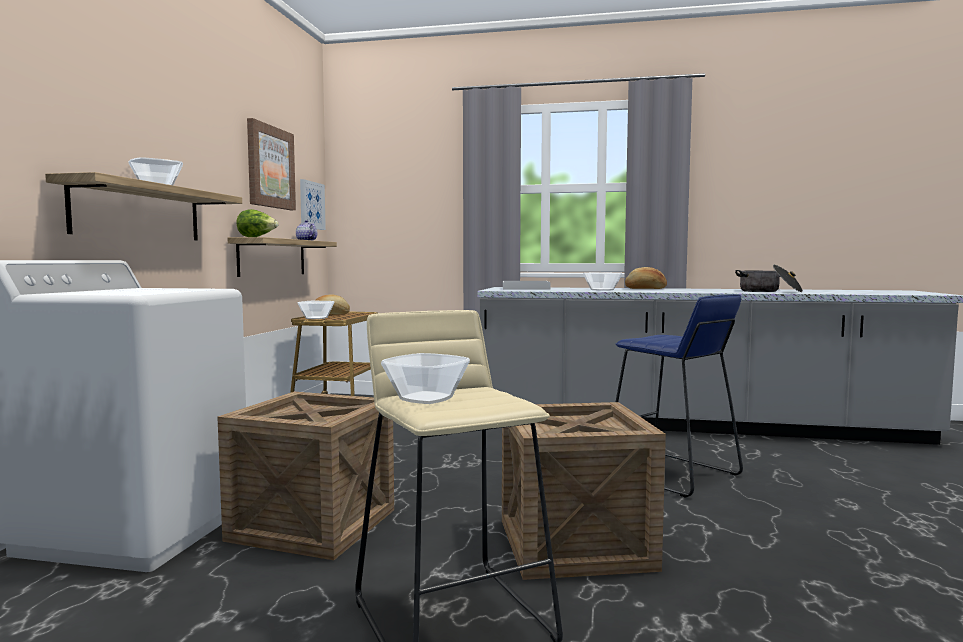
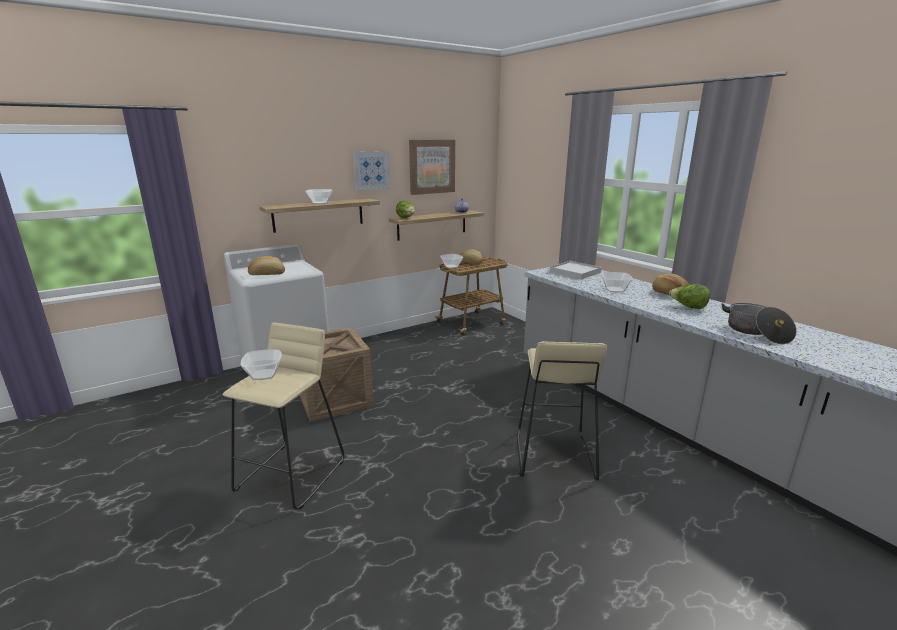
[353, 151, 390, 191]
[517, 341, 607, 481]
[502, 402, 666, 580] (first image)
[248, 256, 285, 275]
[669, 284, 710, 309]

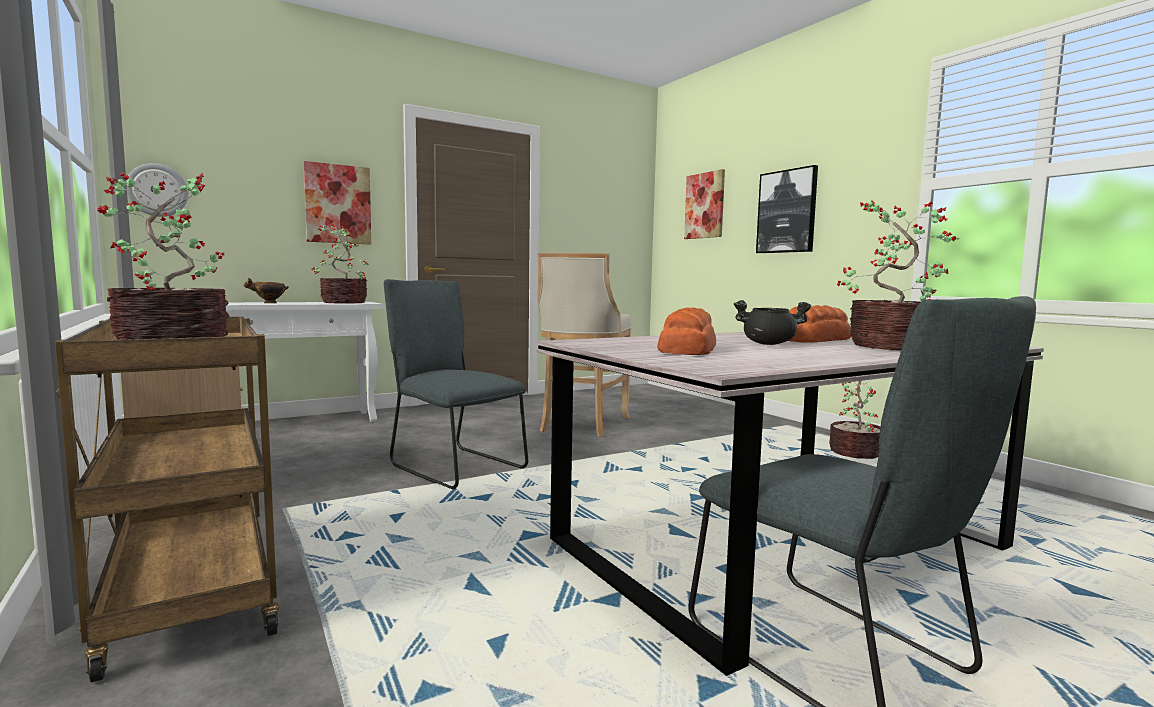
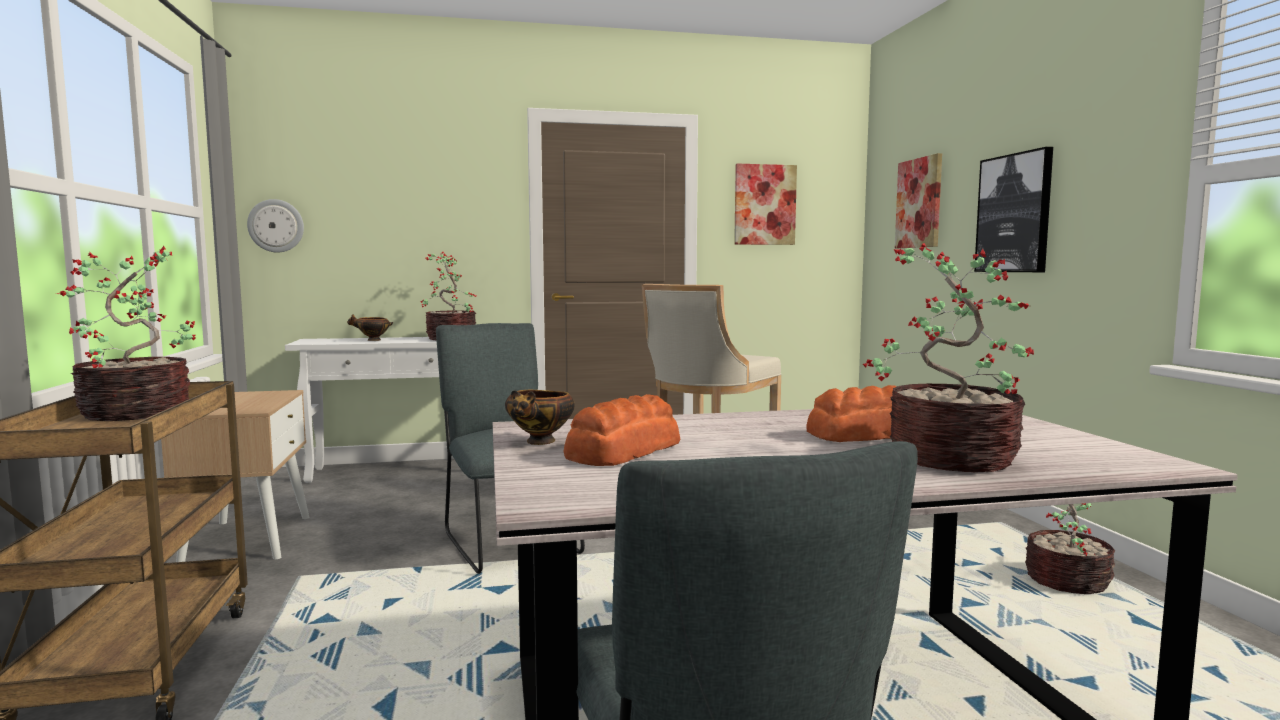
[734, 164, 797, 245]
[734, 300, 812, 345] (first image)
[505, 390, 575, 445]

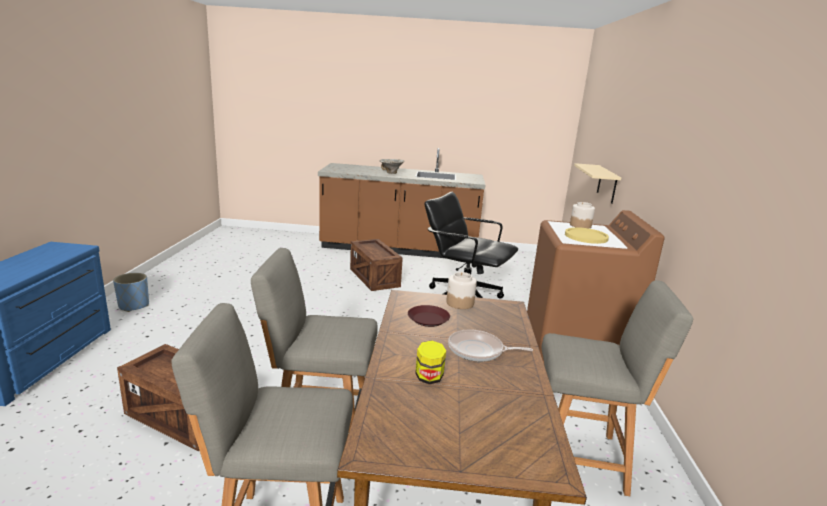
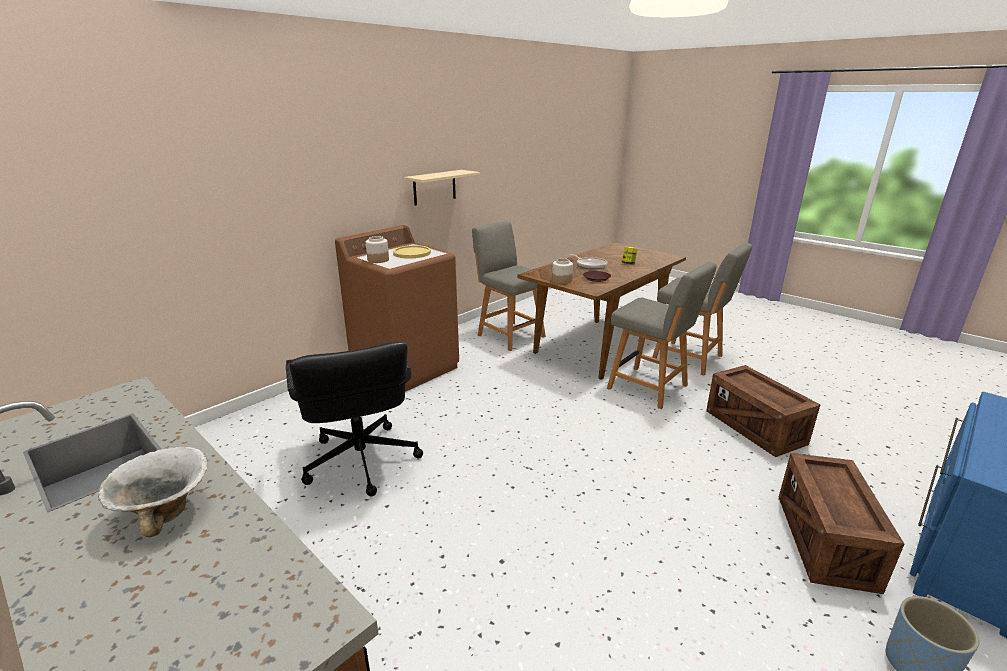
[404, 170, 480, 206]
[779, 453, 904, 594]

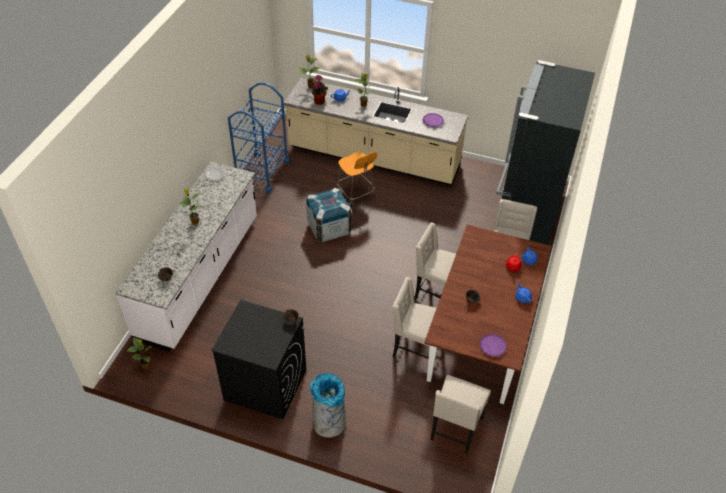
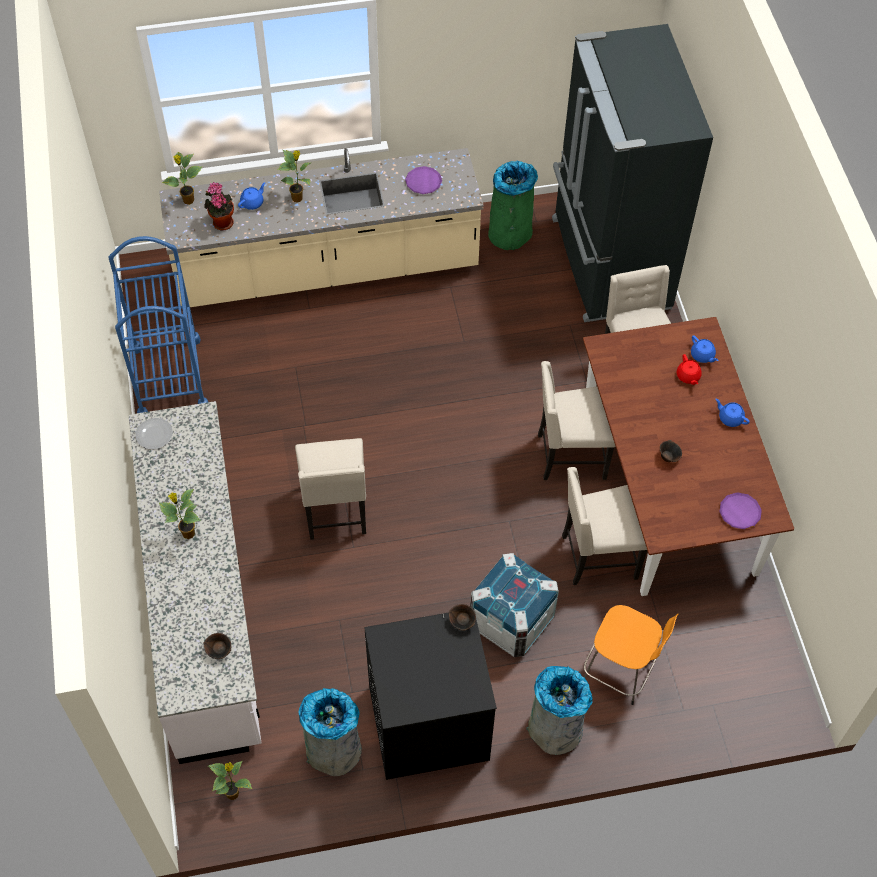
[584, 605, 678, 705]
[470, 553, 559, 657]
[295, 438, 366, 540]
[488, 161, 538, 250]
[299, 688, 362, 776]

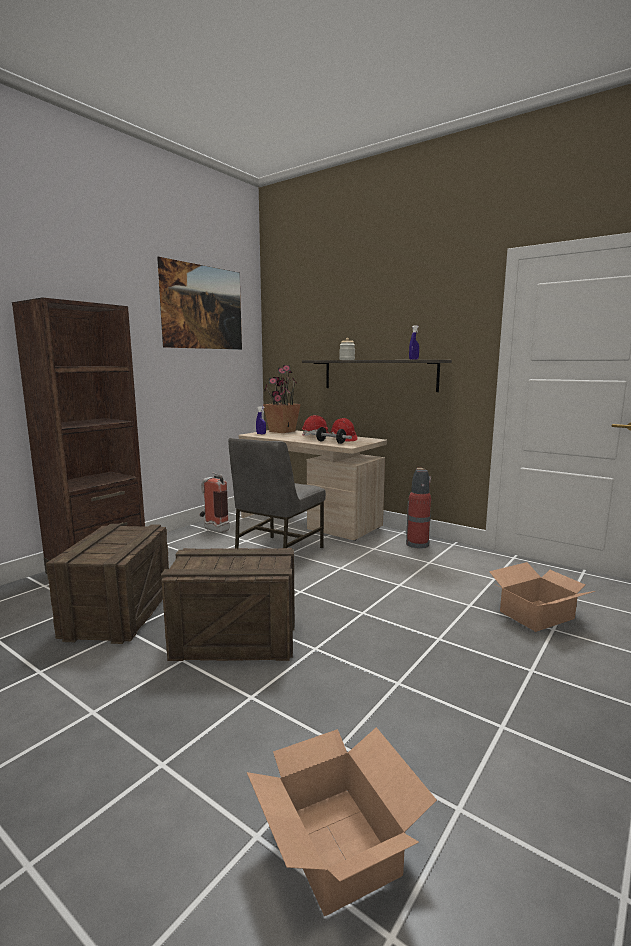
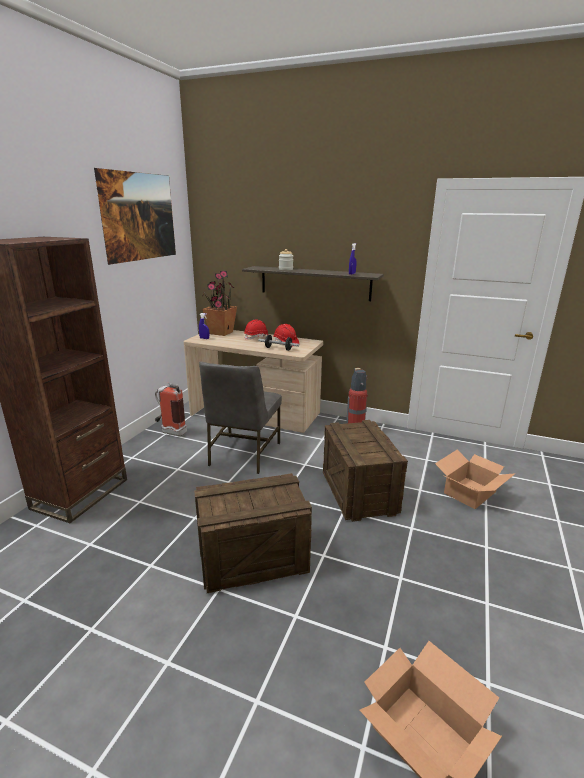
[323, 420, 408, 522]

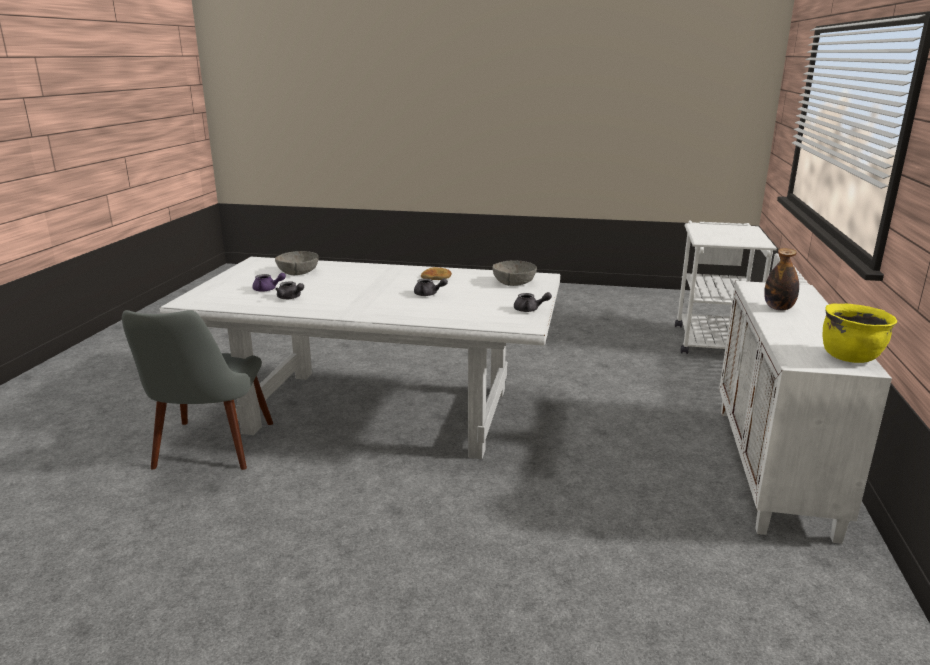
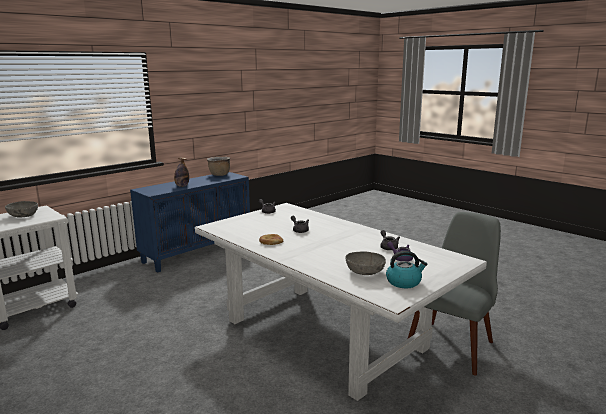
[5, 201, 38, 217]
[130, 172, 250, 273]
[207, 157, 230, 176]
[386, 251, 427, 288]

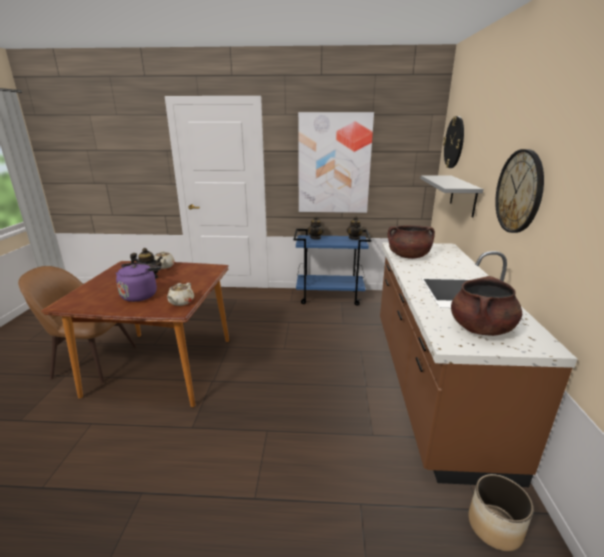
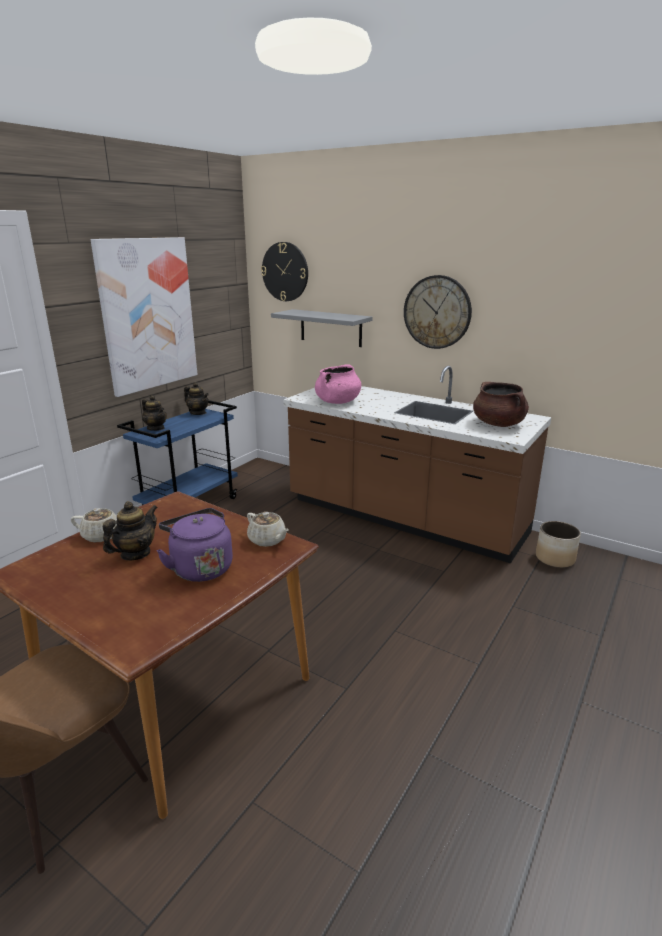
[315, 364, 361, 404]

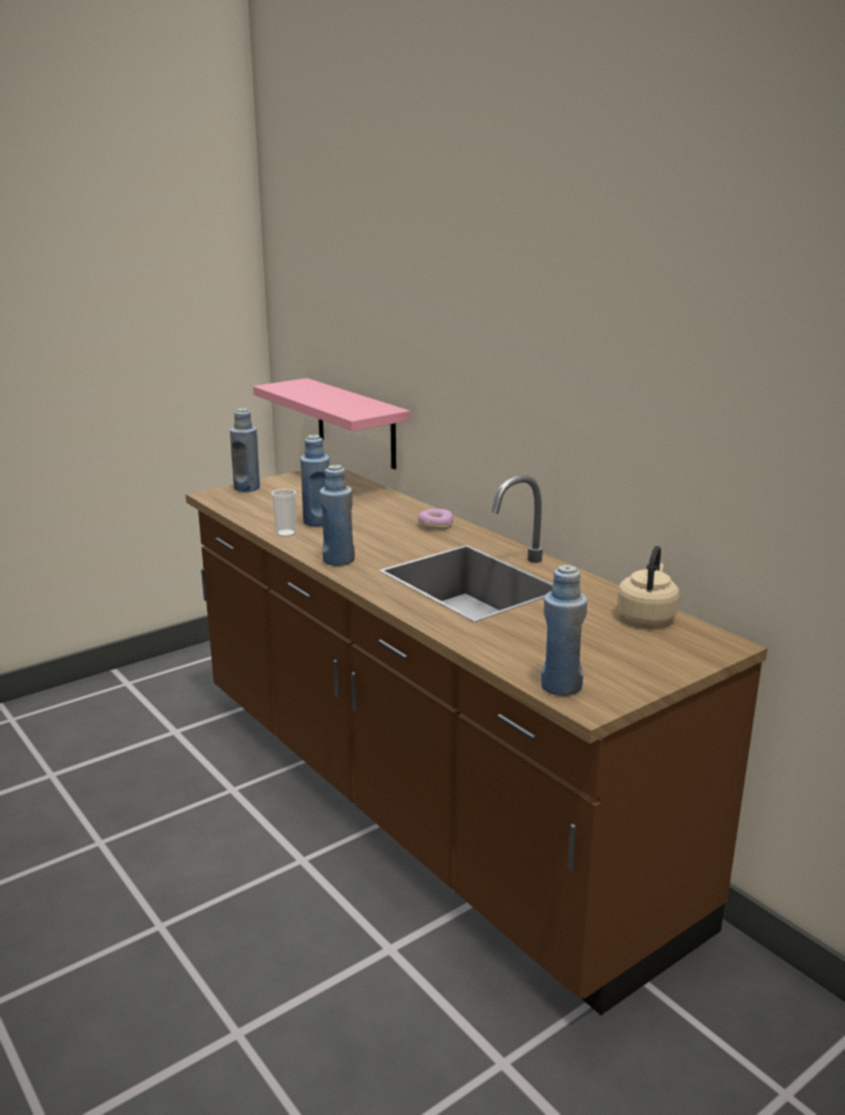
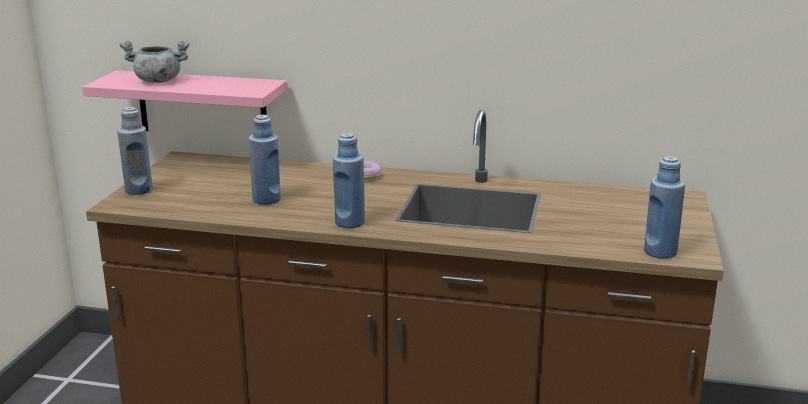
[271, 489, 296, 537] (first image)
[617, 546, 680, 625] (first image)
[119, 41, 190, 83]

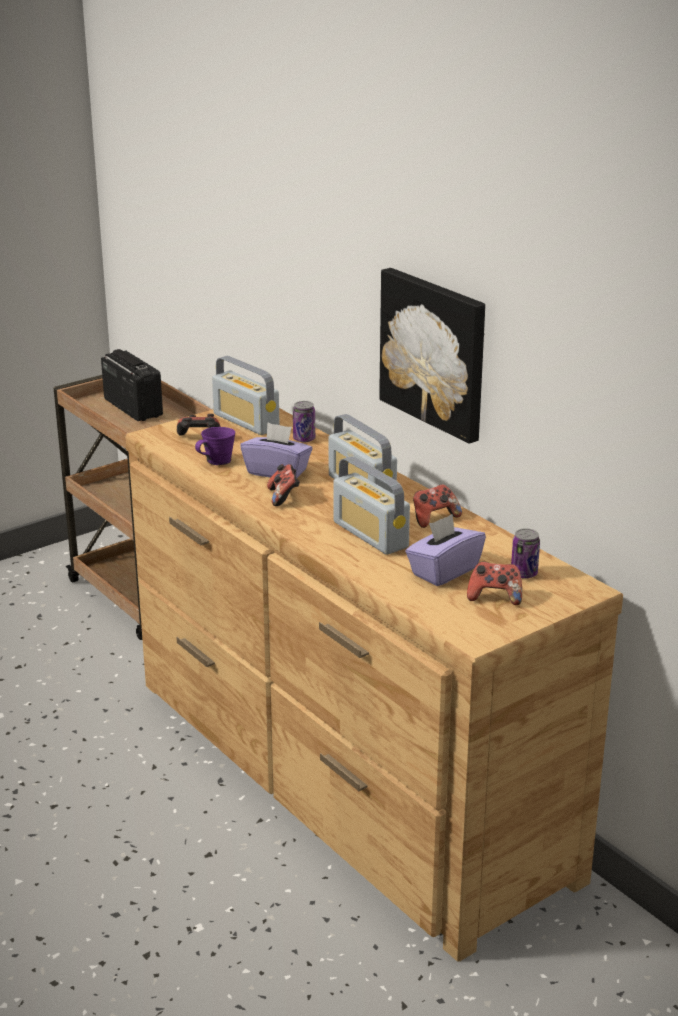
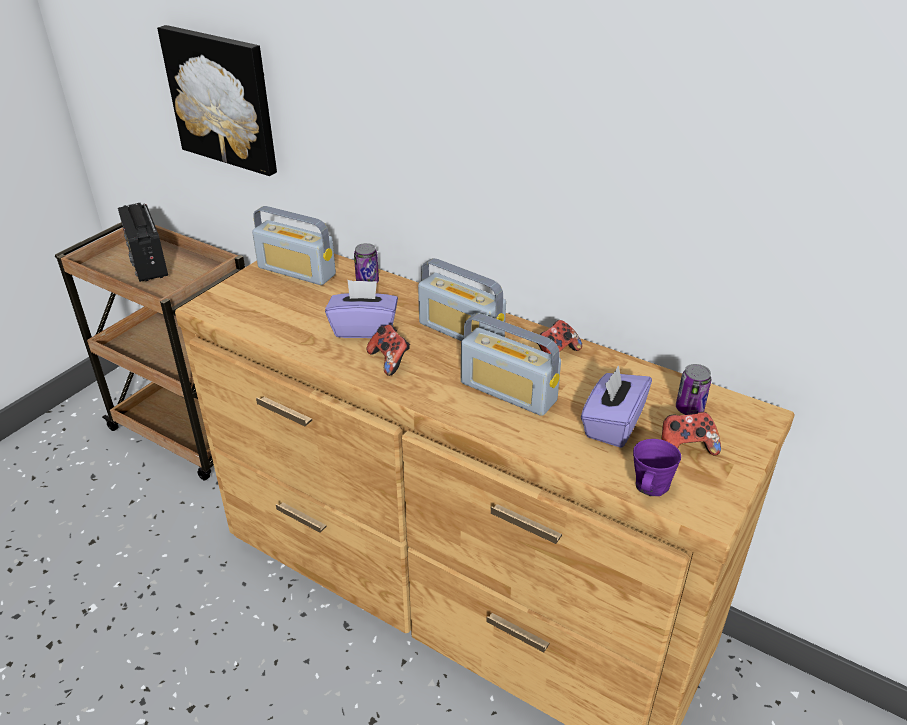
[157, 25, 277, 176]
[118, 203, 168, 282]
[177, 414, 220, 436] (first image)
[633, 439, 681, 496]

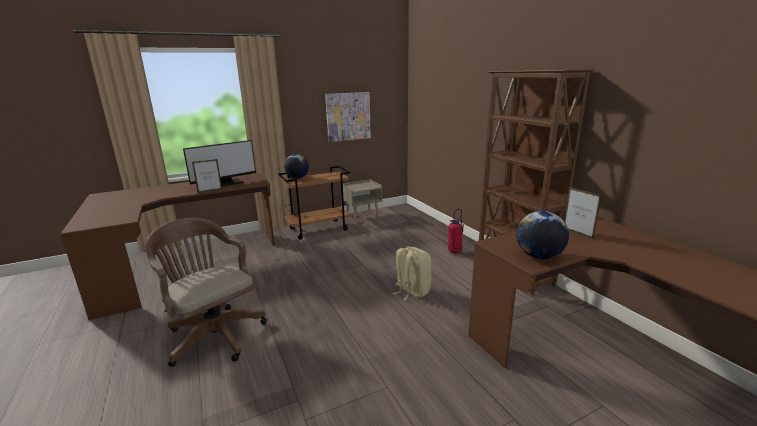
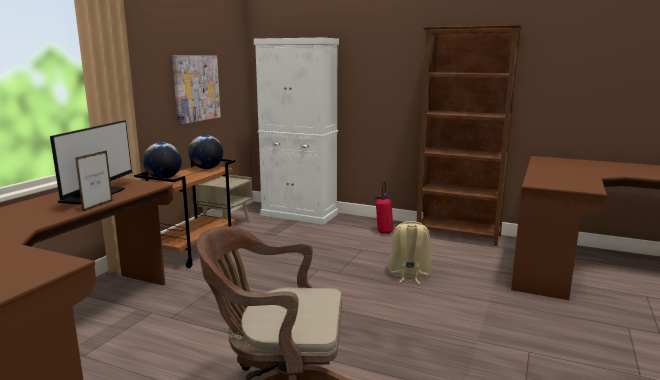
[564, 187, 602, 239] (first image)
[188, 135, 223, 169]
[254, 38, 339, 225]

